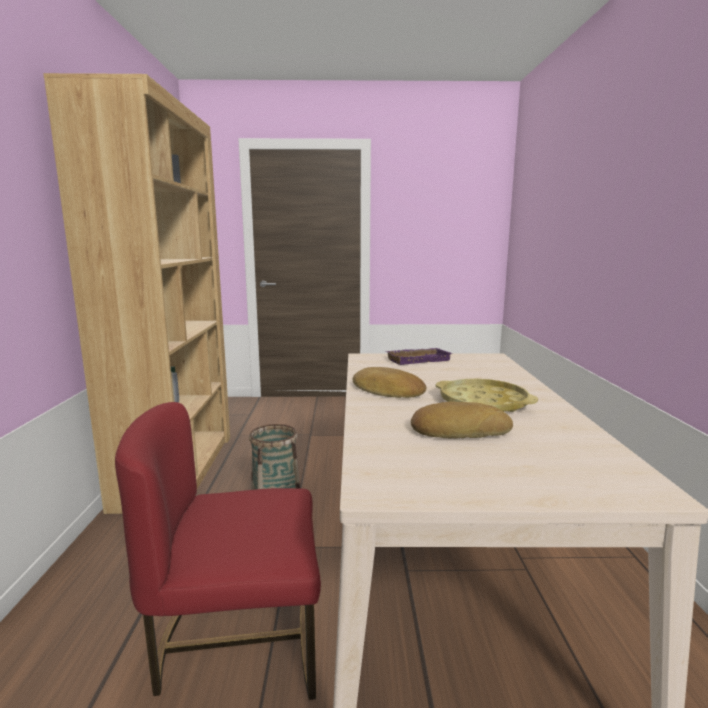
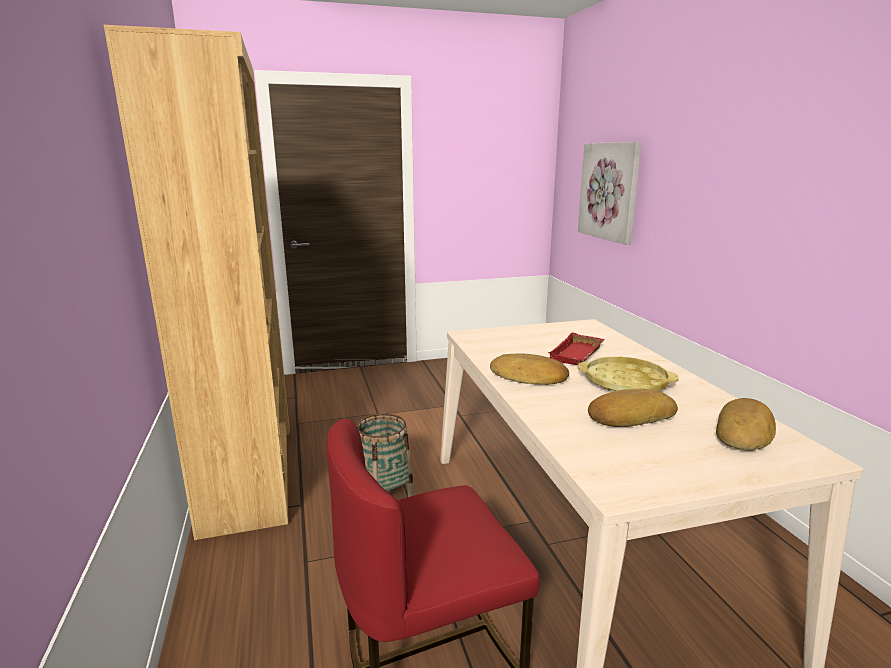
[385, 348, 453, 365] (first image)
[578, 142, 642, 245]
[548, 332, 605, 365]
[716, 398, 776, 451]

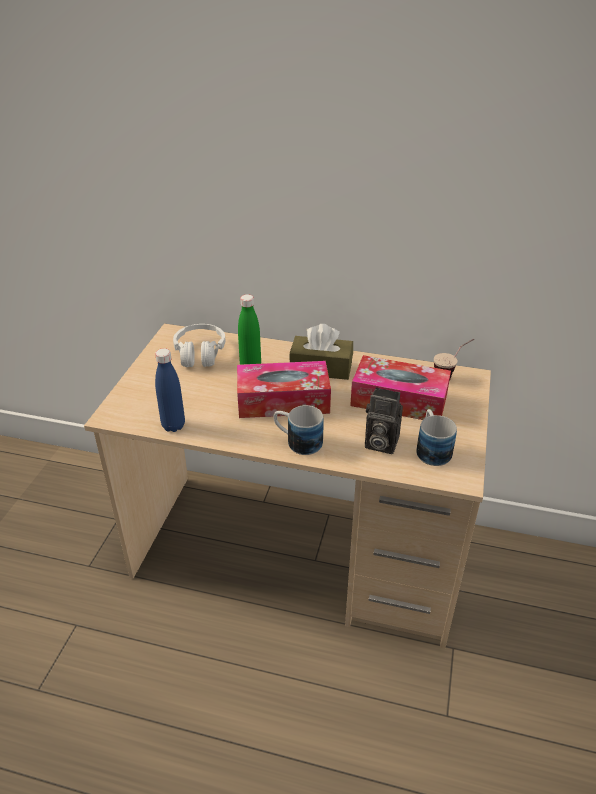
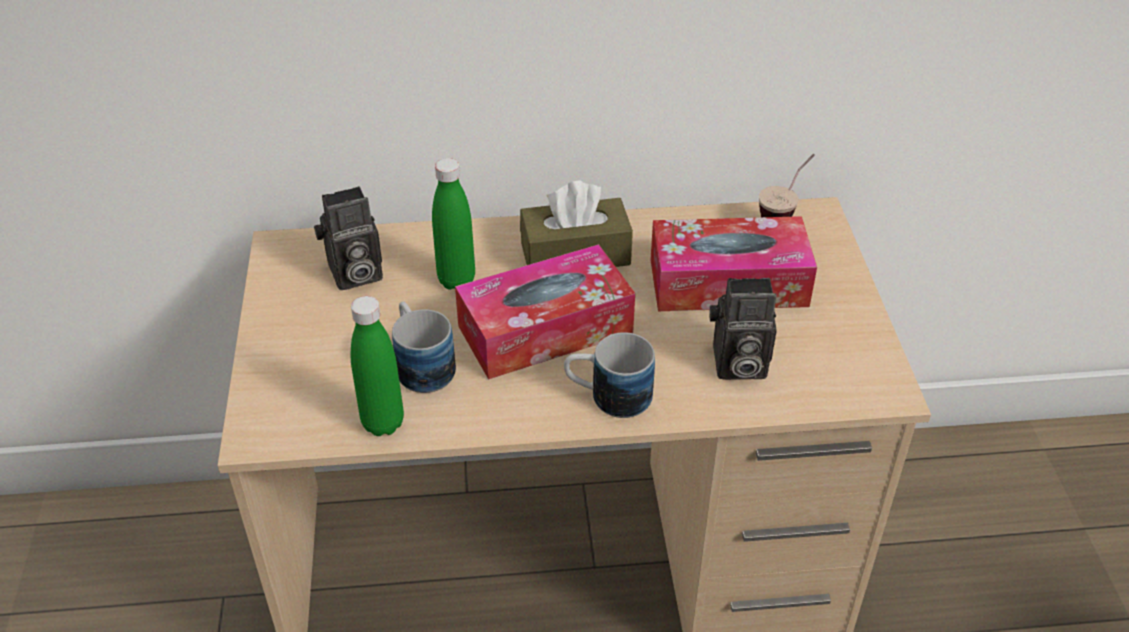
[314, 186, 383, 290]
[351, 296, 404, 436]
[392, 302, 456, 393]

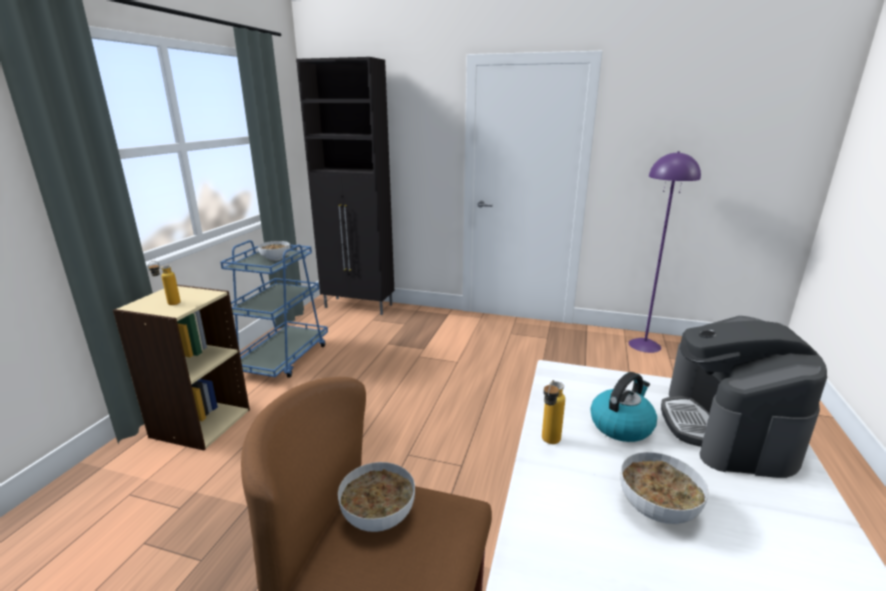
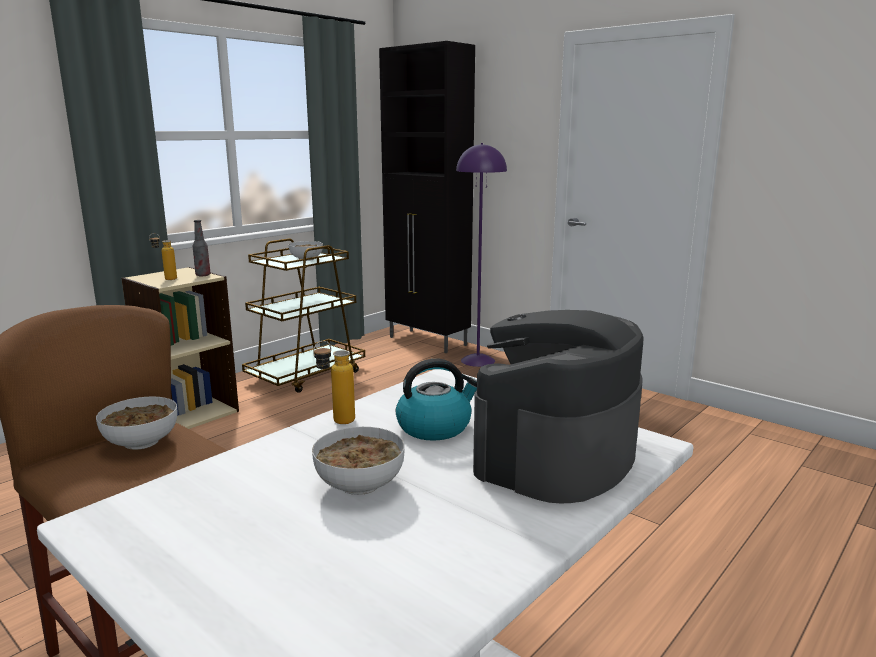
[456, 143, 507, 367]
[242, 238, 365, 393]
[193, 220, 210, 276]

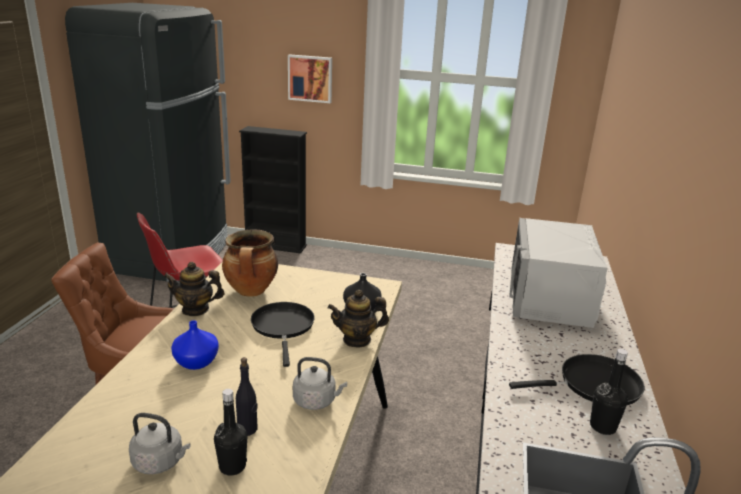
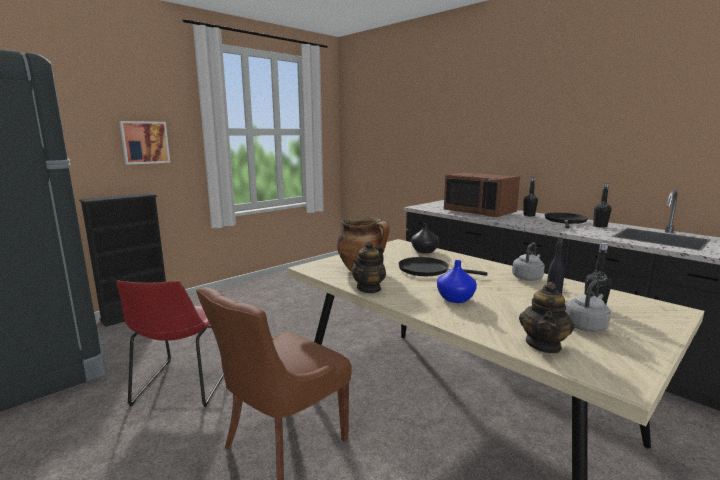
[444, 172, 520, 217]
[519, 282, 575, 353]
[523, 177, 538, 217]

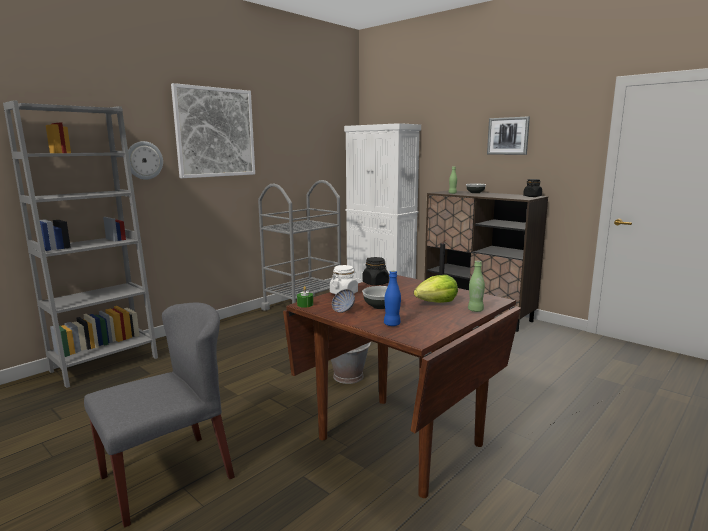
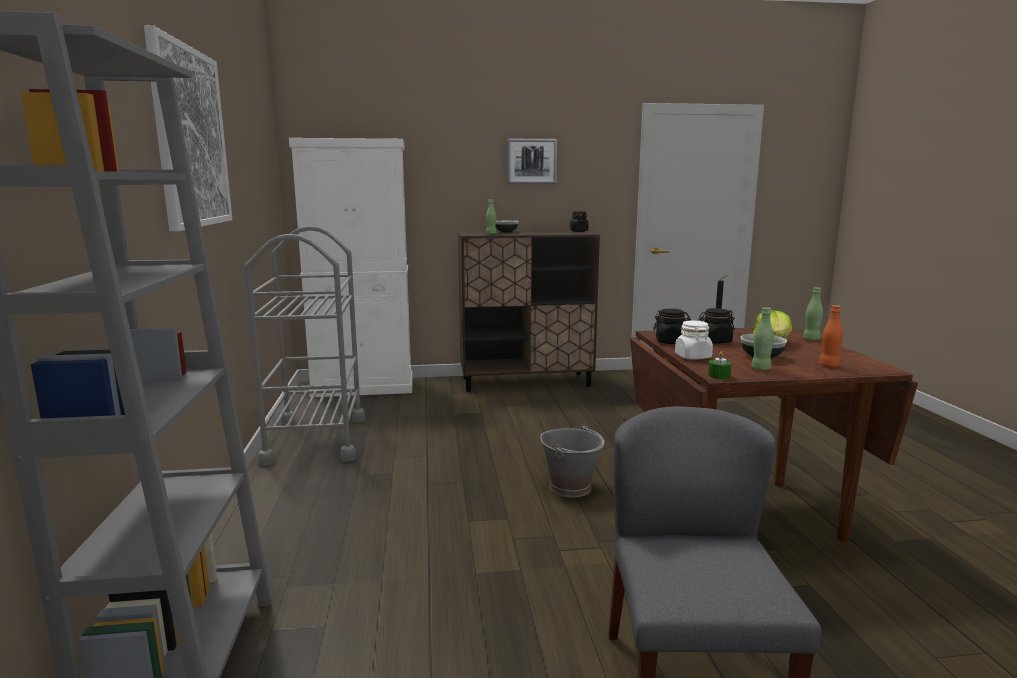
[128, 141, 163, 180] (first image)
[819, 305, 843, 367]
[751, 307, 774, 370]
[698, 308, 735, 344]

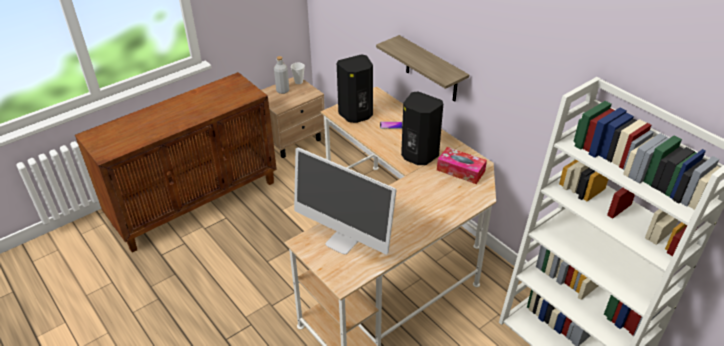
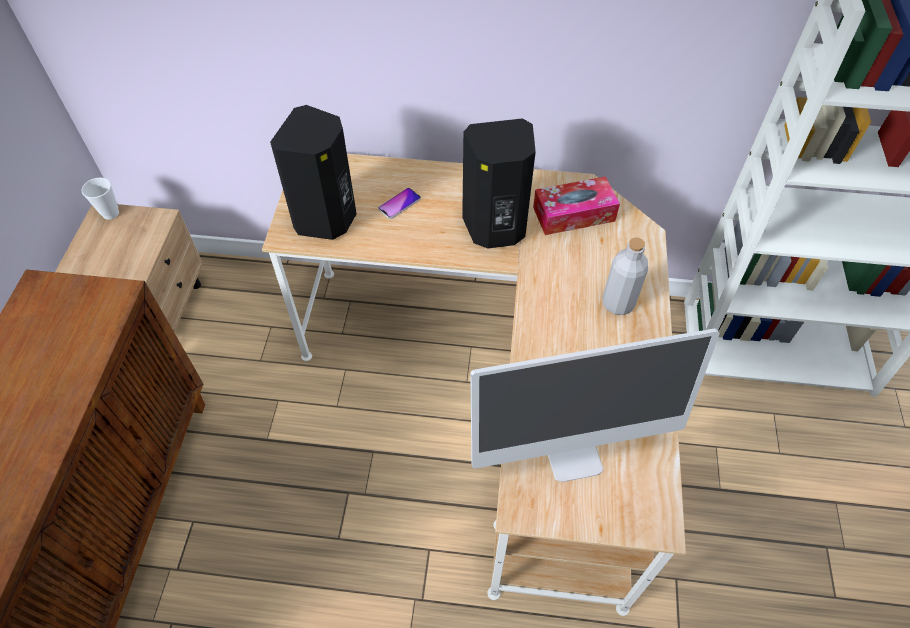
[376, 35, 469, 102] (first image)
[603, 237, 648, 315]

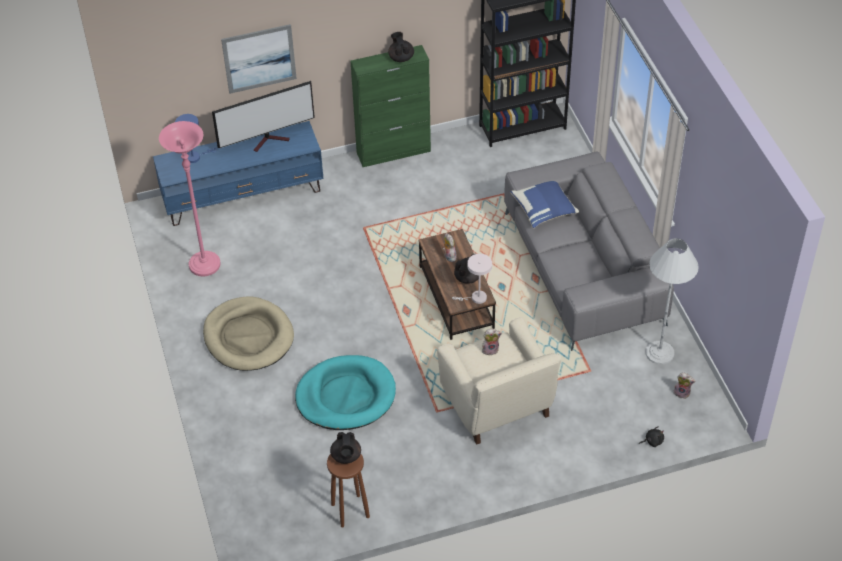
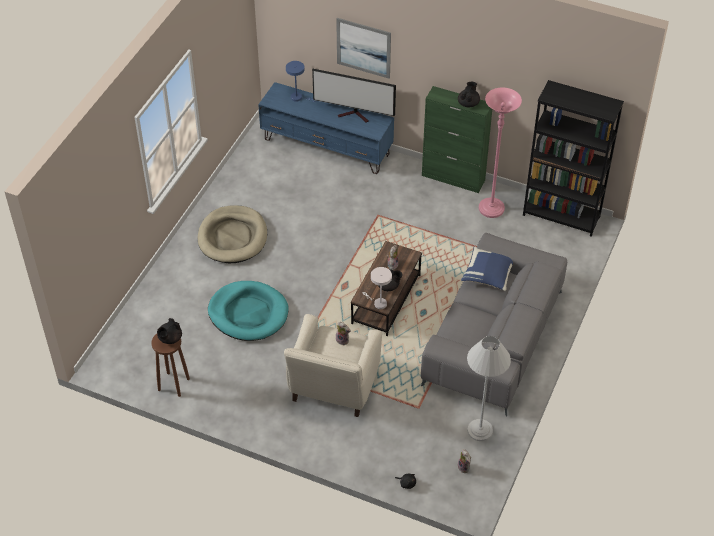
[479, 88, 522, 218]

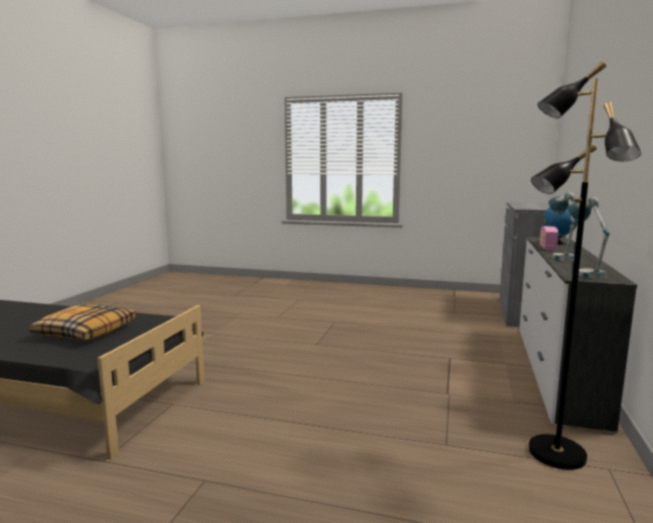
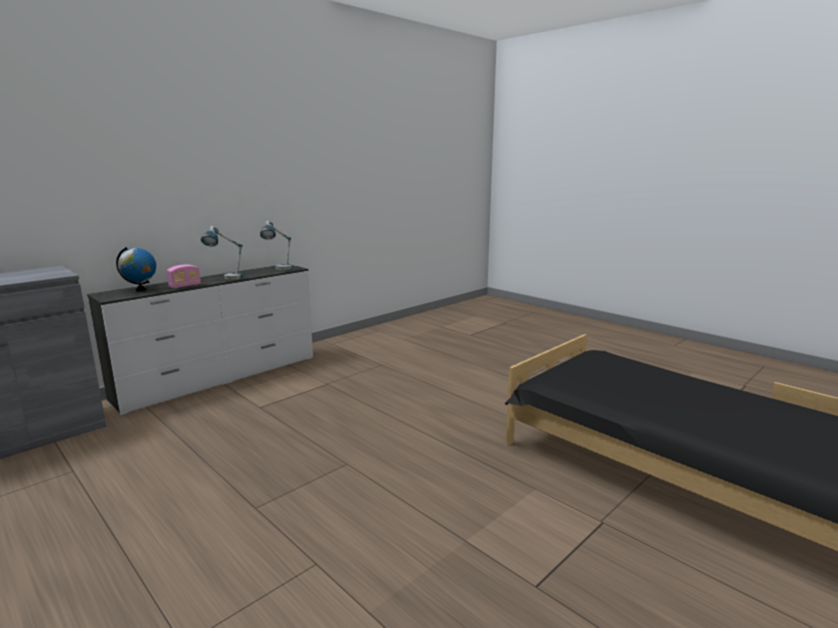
[528, 61, 641, 470] (first image)
[29, 304, 135, 340] (first image)

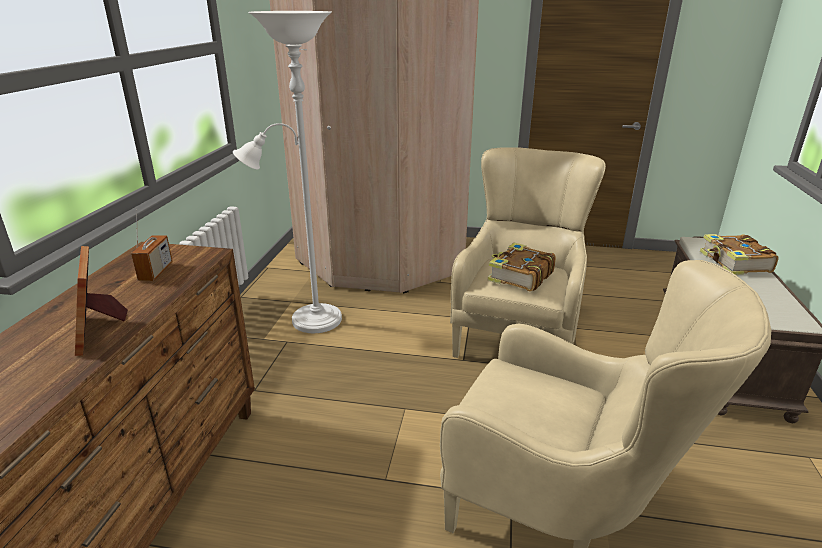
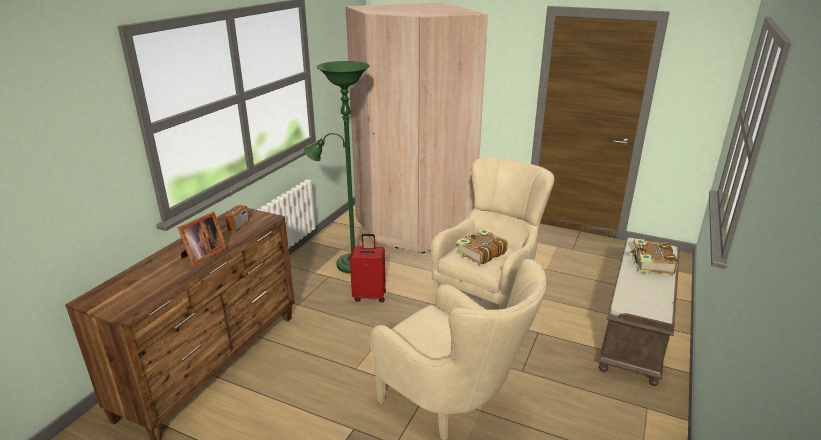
[304, 61, 370, 274]
[178, 212, 227, 266]
[350, 234, 386, 302]

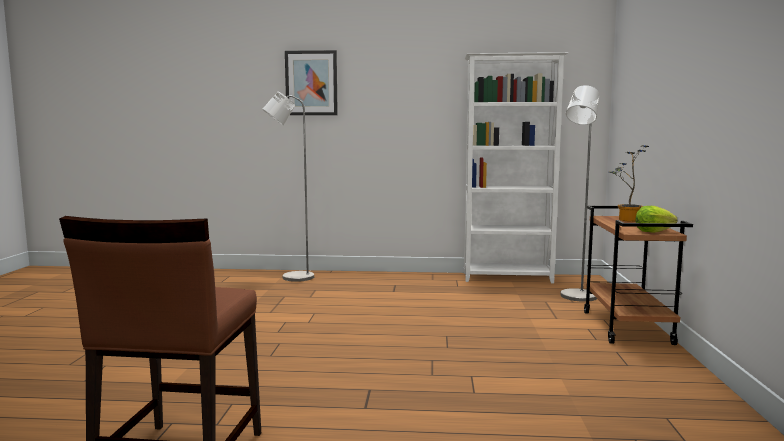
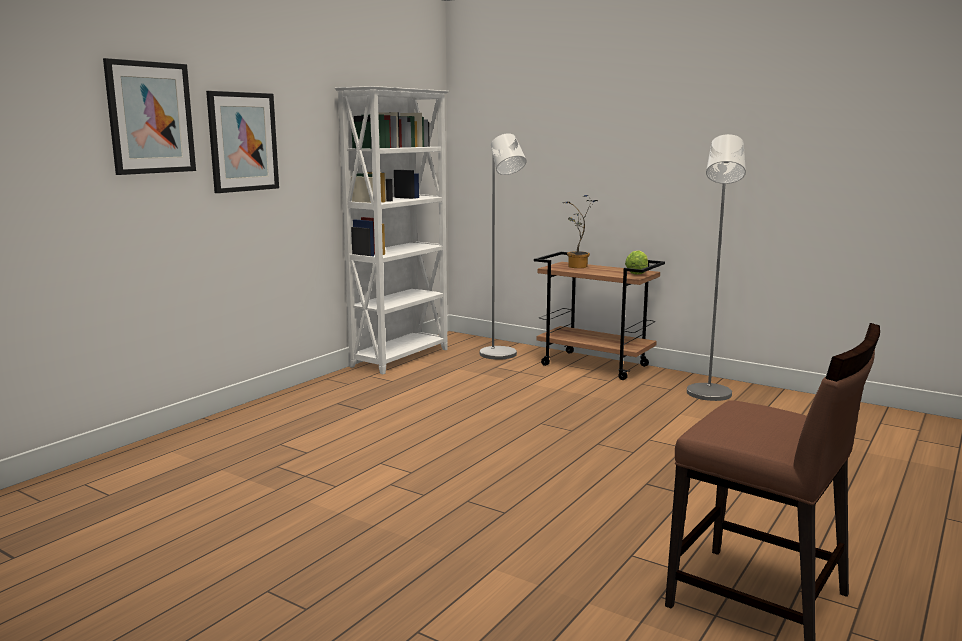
[687, 134, 746, 401]
[206, 91, 279, 193]

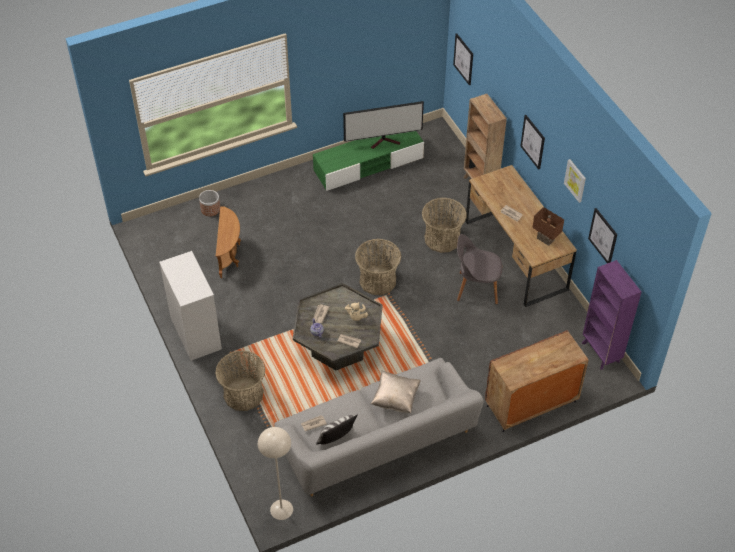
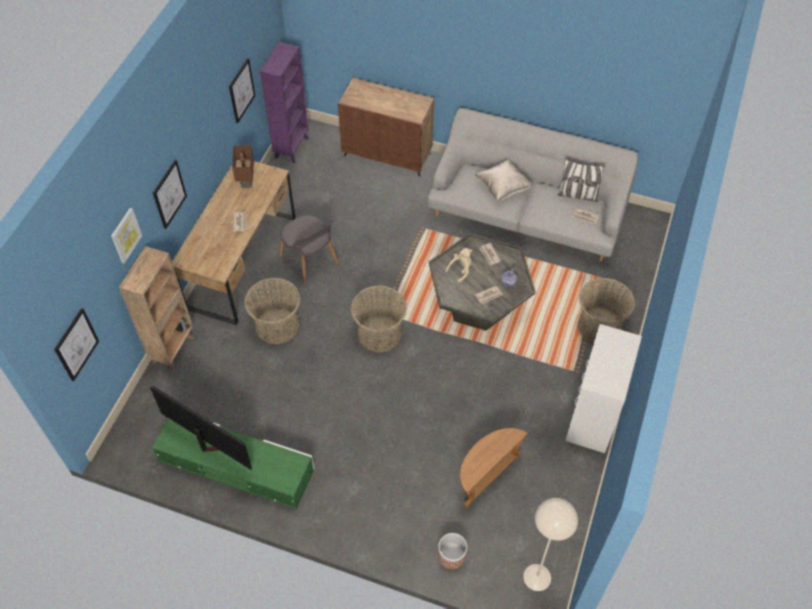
[111, 208, 142, 263]
[523, 498, 578, 591]

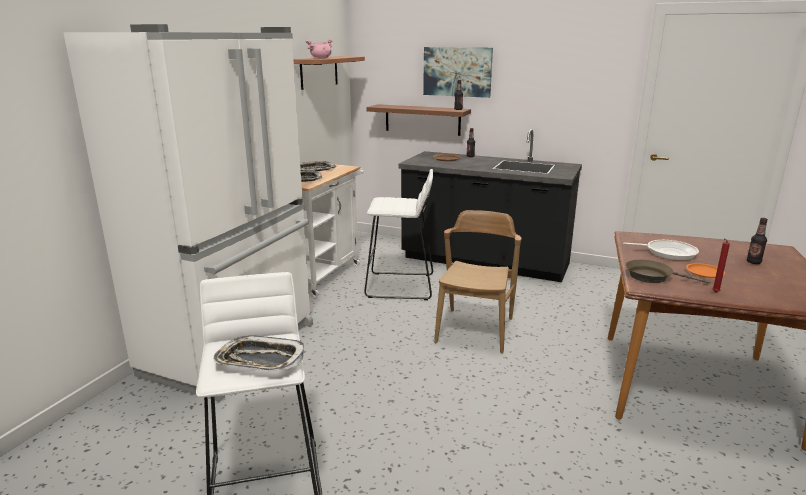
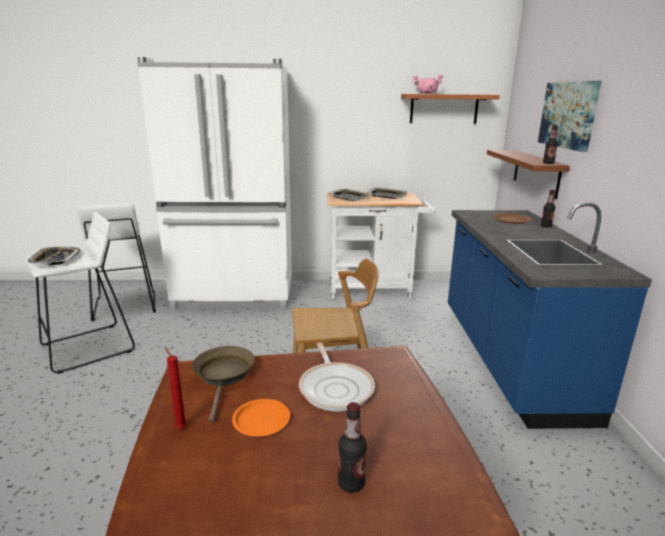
[448, 202, 652, 429]
[77, 203, 156, 321]

